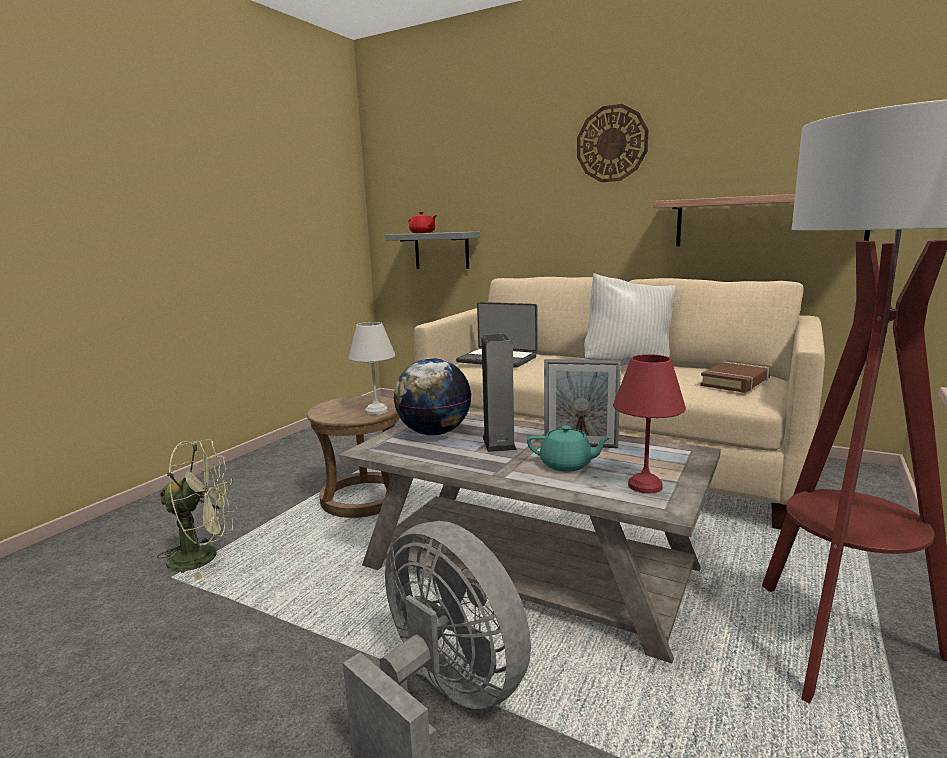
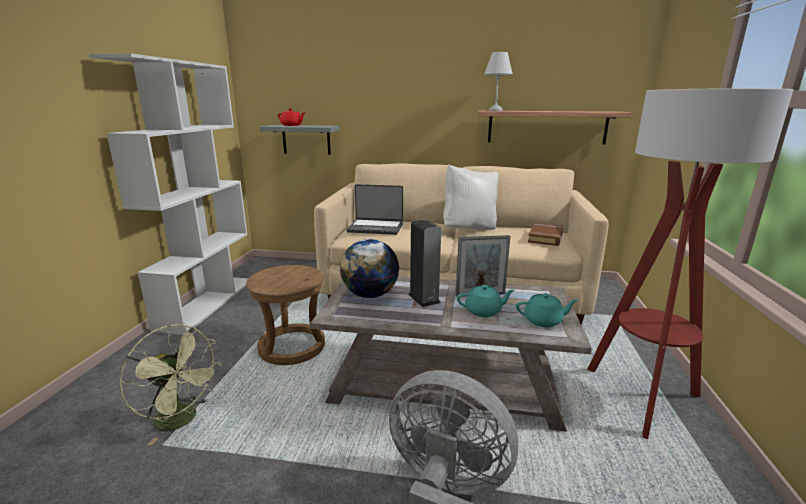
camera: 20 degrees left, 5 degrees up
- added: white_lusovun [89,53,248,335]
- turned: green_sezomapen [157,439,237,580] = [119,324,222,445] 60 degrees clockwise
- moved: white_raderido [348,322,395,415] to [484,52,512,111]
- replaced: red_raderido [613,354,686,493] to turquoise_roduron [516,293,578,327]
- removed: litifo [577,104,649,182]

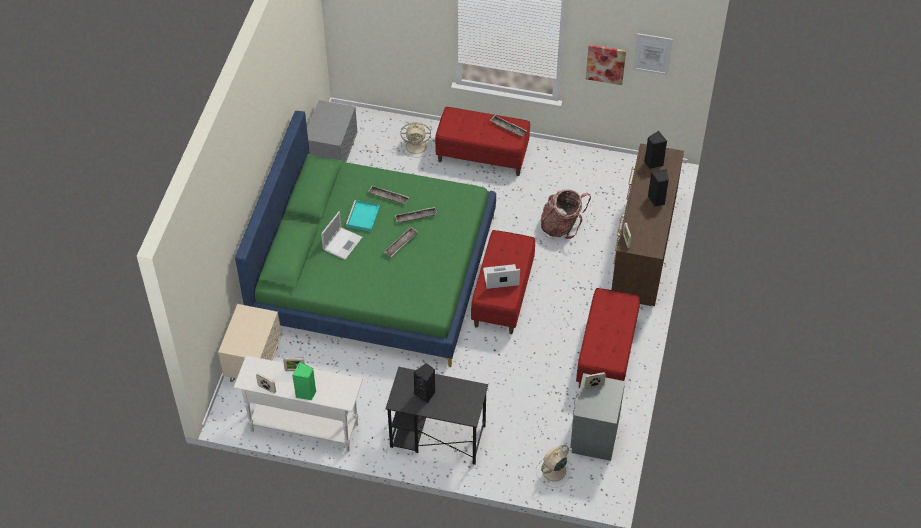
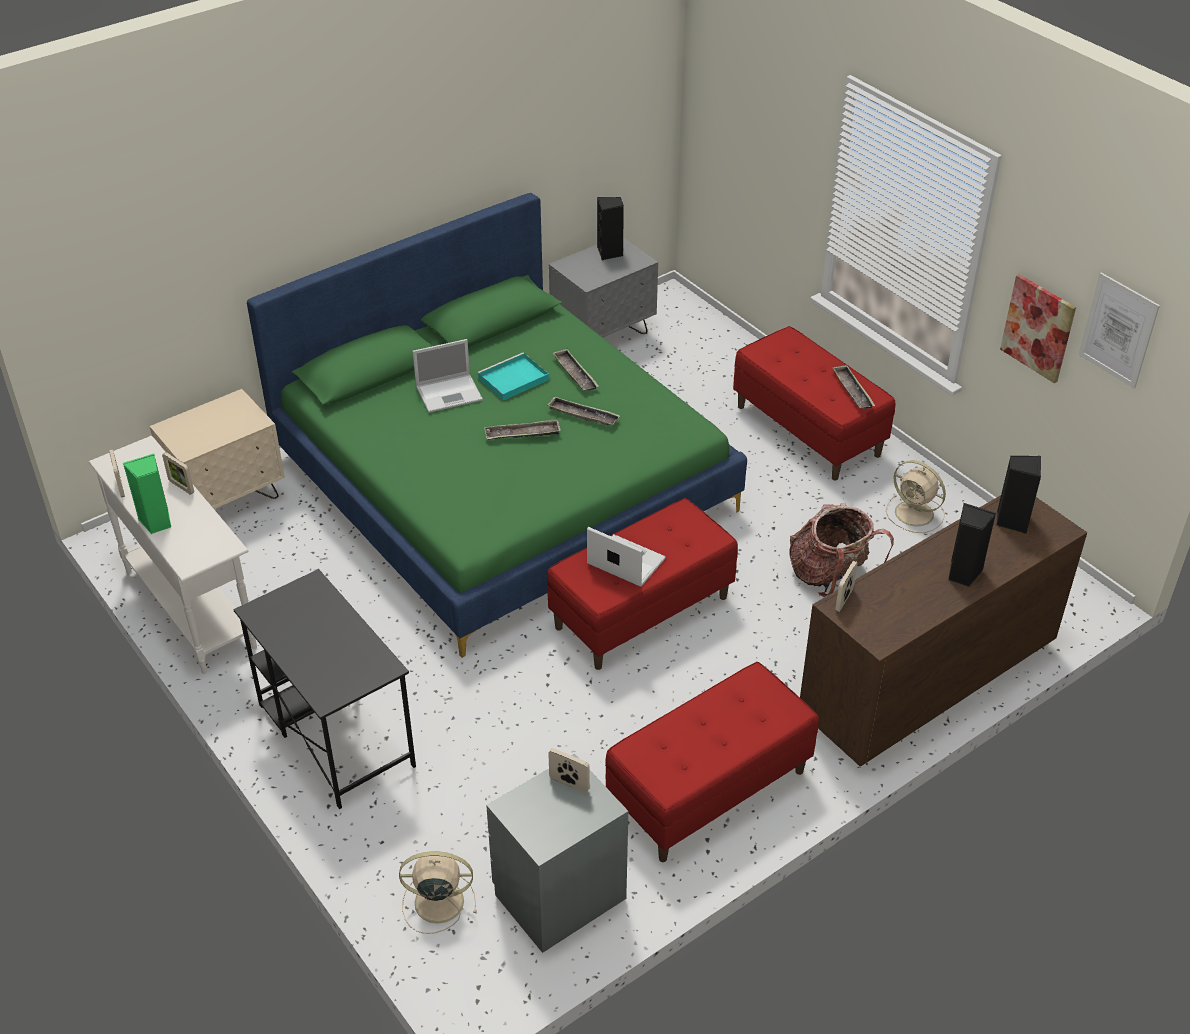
camera: 40 degrees right, 10 degrees down
- moved: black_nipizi [414,363,435,404] to [597,197,624,260]
- moved: beige_sezomapen [400,122,432,157] to [886,460,946,533]

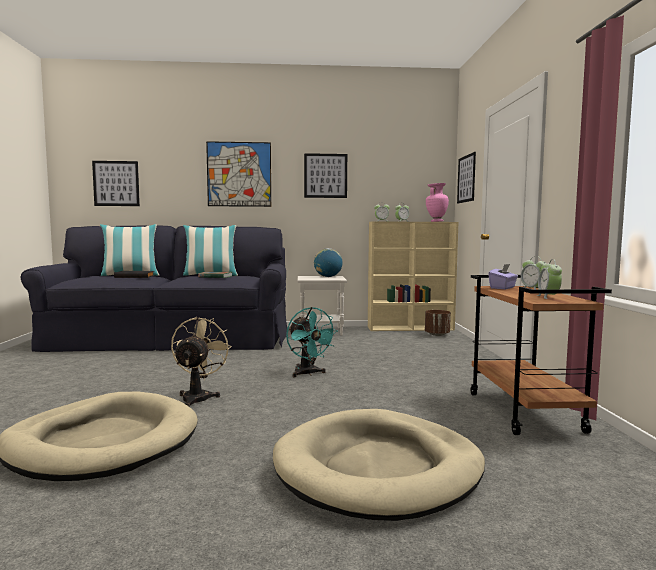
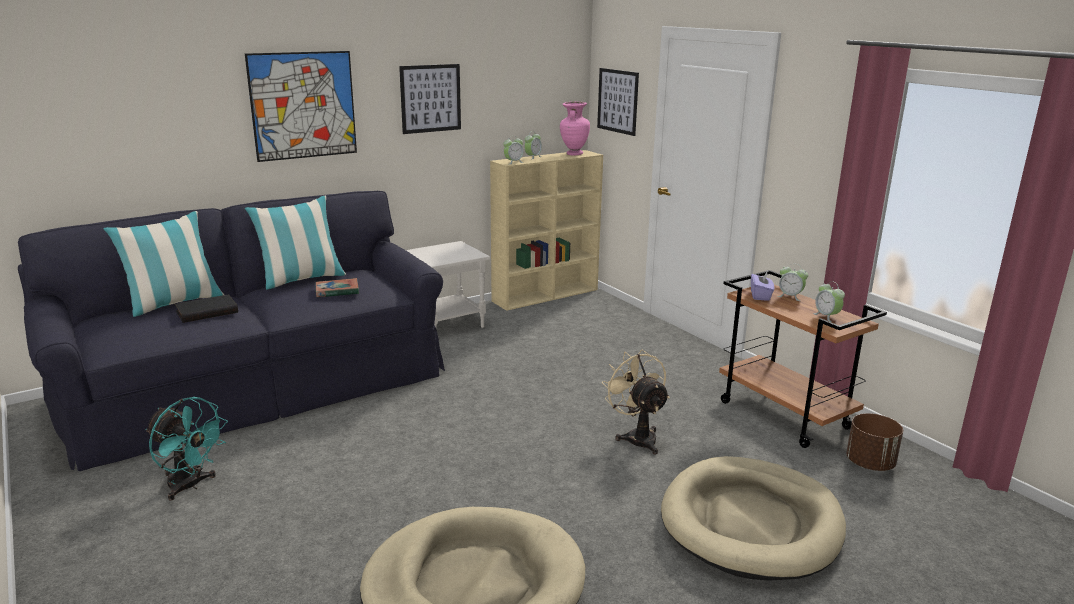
camera: 30 degrees left, 15 degrees up
- moved: turquoise_sezomapen [286,307,338,377] to [146,397,228,501]
- moved: beige_sezomapen [171,317,232,407] to [602,350,670,455]
- moved: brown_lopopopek [425,310,451,336] to [846,413,903,471]
- removed: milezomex [92,161,140,206]
- removed: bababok [314,248,343,277]

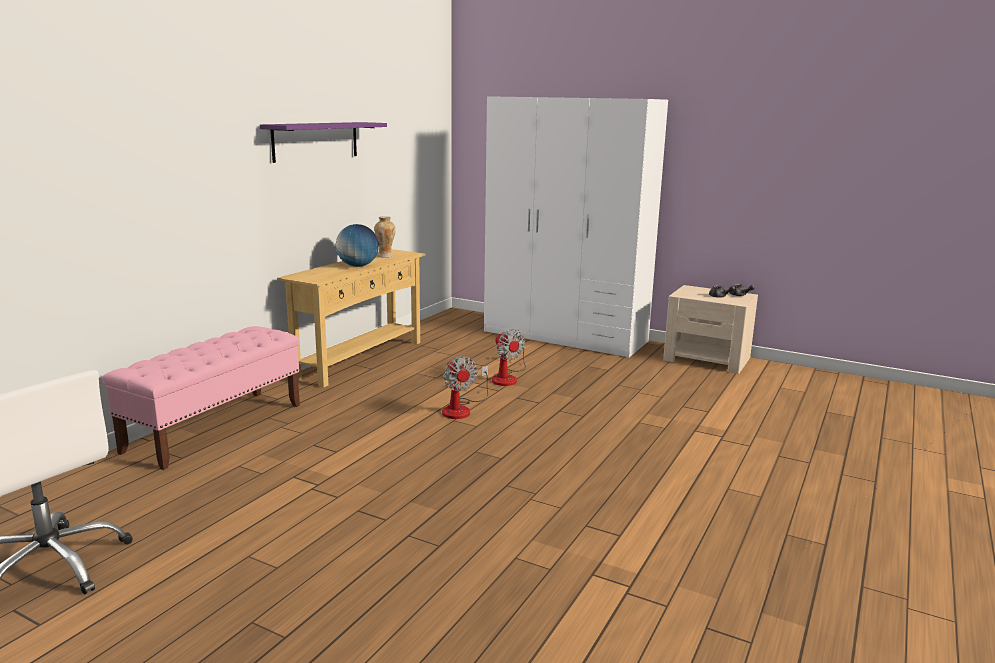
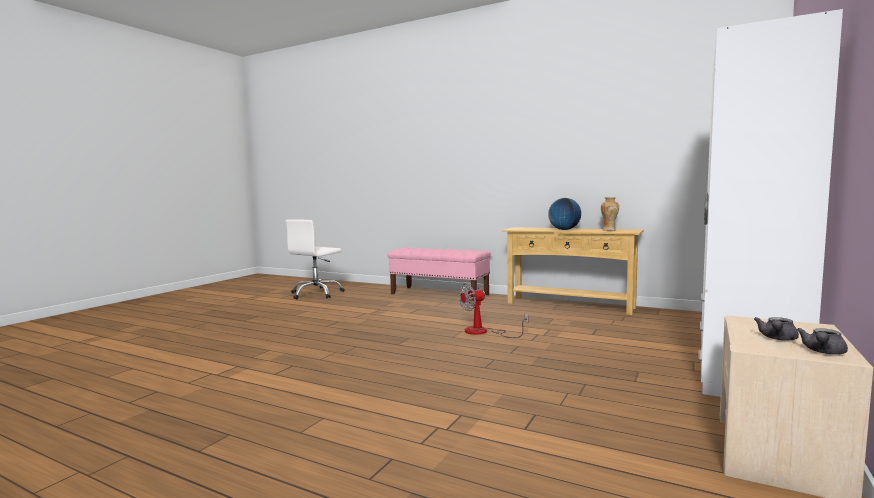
camera: 90 degrees right, 10 degrees down
- removed: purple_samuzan [260,122,387,163]
- removed: sezomapen [492,329,526,386]

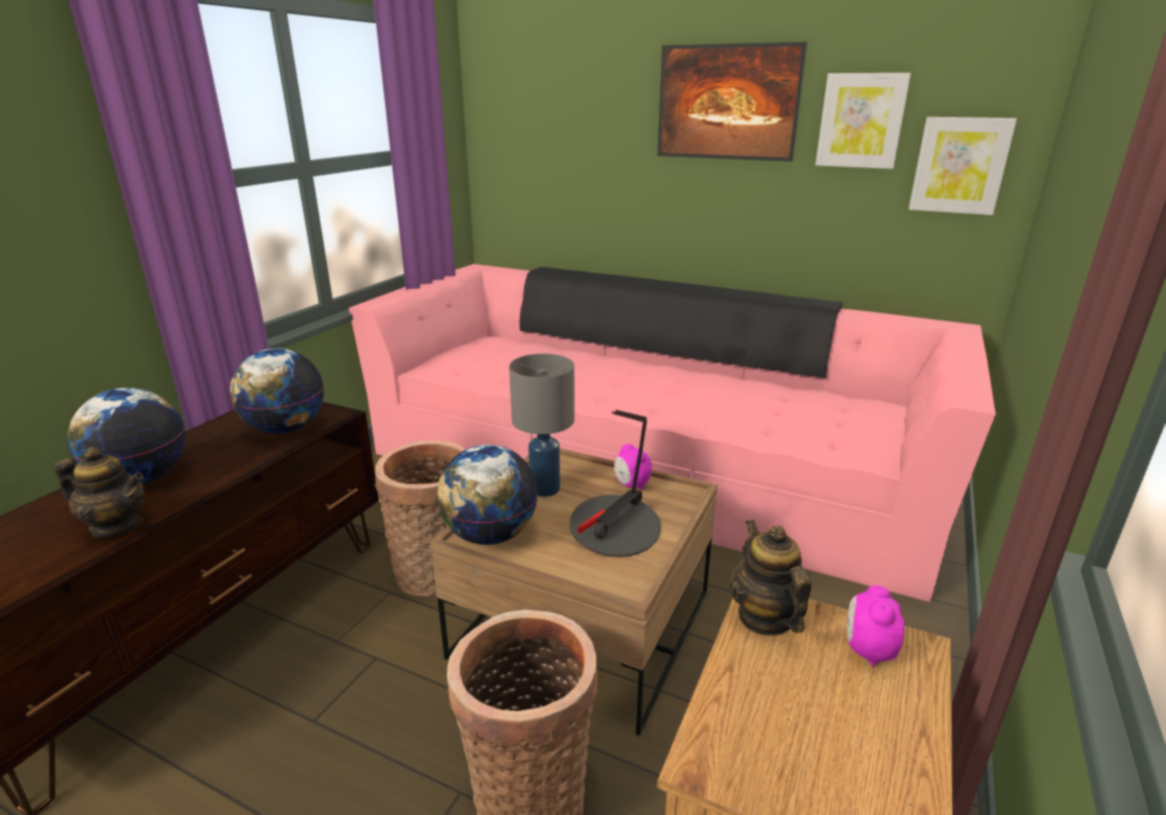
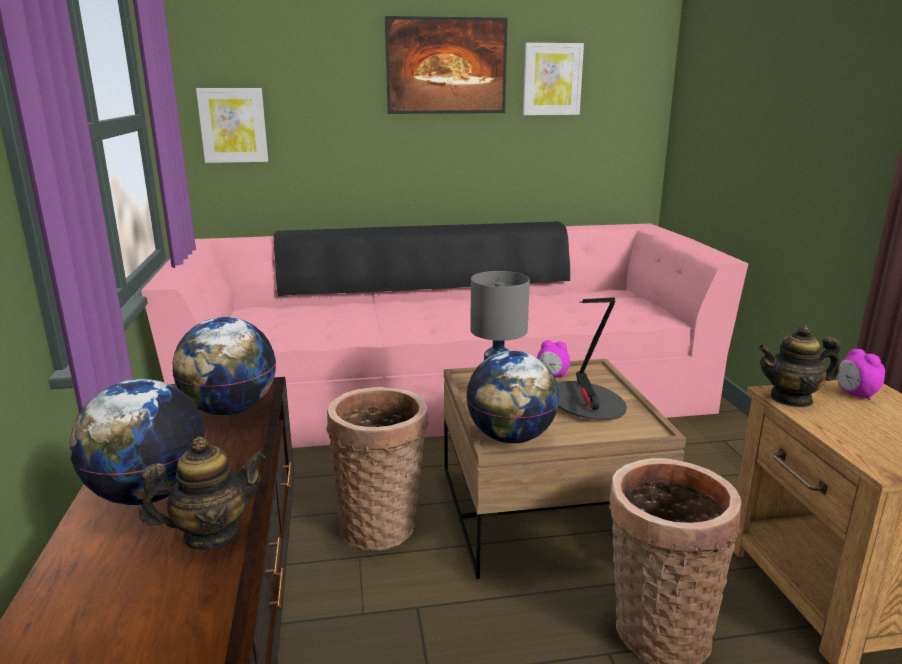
camera: 35 degrees left, 5 degrees down
- moved: milezomex [909,117,1017,215] to [196,88,268,163]
- turned: roduron [730,520,811,636] = [758,325,841,407] 45 degrees counterclockwise

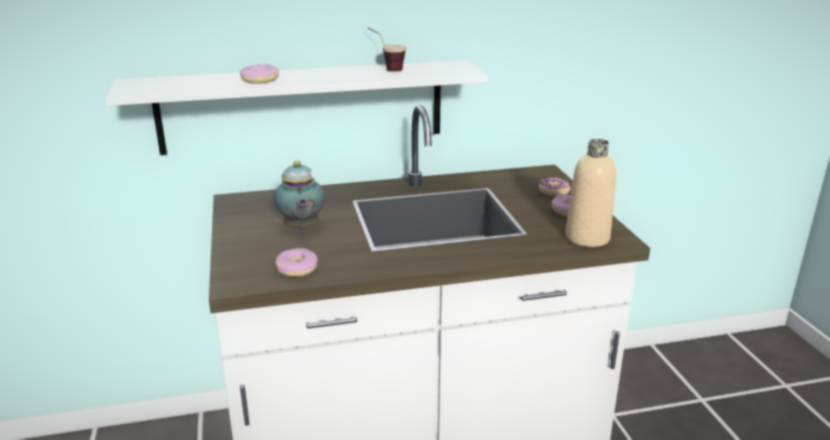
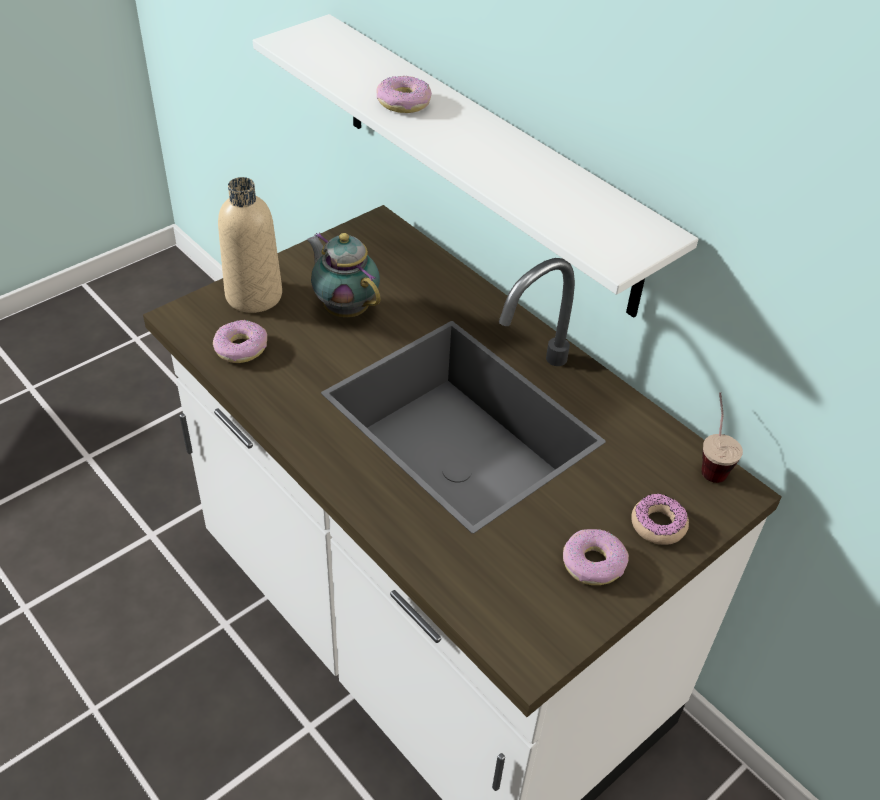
camera: 60 degrees right, 20 degrees up
- moved: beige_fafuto [566,139,616,247] to [218,177,282,313]
- turned: roduron [274,161,325,229] = [307,233,381,318] 90 degrees clockwise
- moved: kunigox [367,27,406,71] to [701,392,743,483]

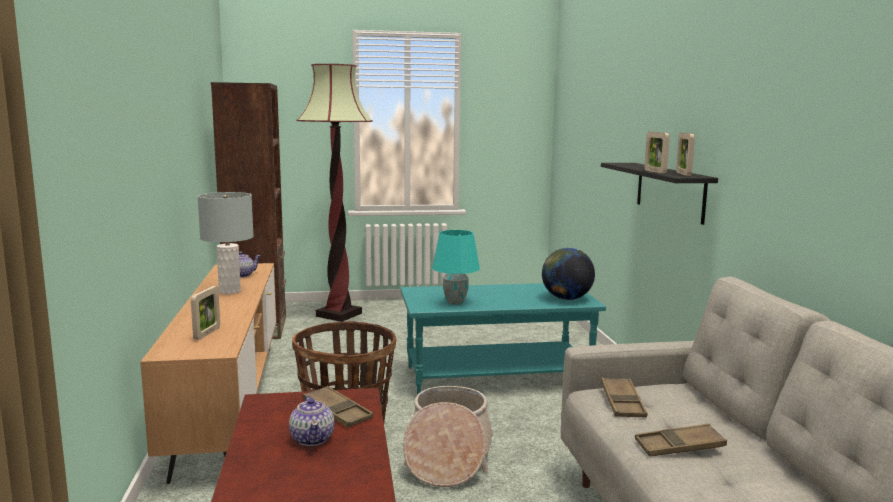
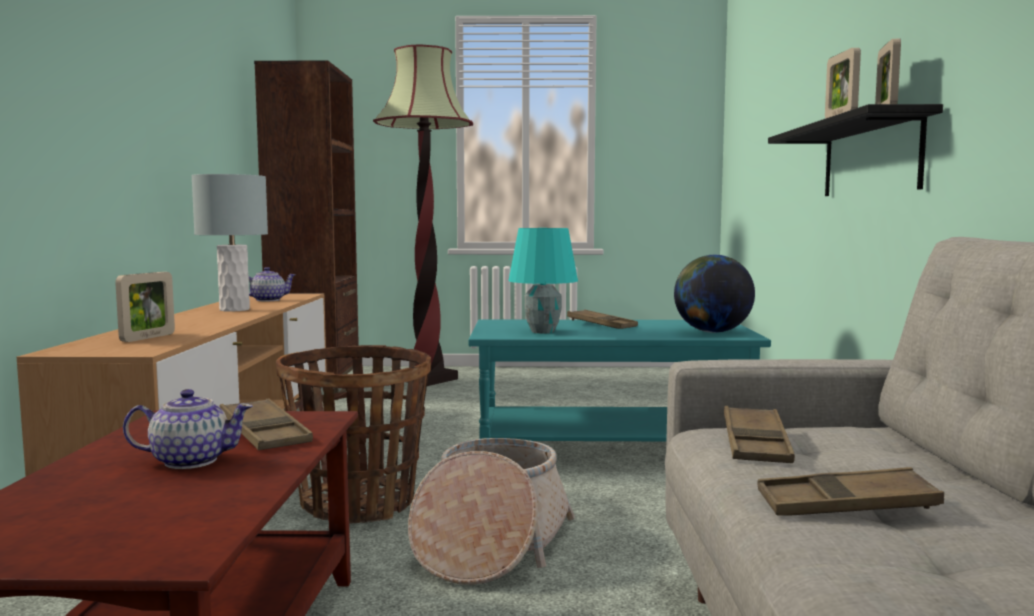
camera: 10 degrees right, 5 degrees down
- turned: roduron [289,396,334,446] = [123,389,253,469] 90 degrees counterclockwise
- added: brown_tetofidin [567,310,638,329]

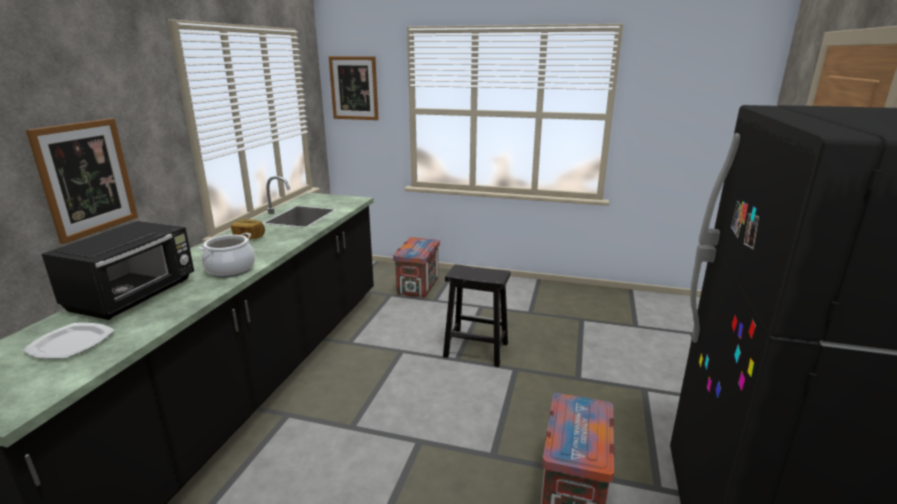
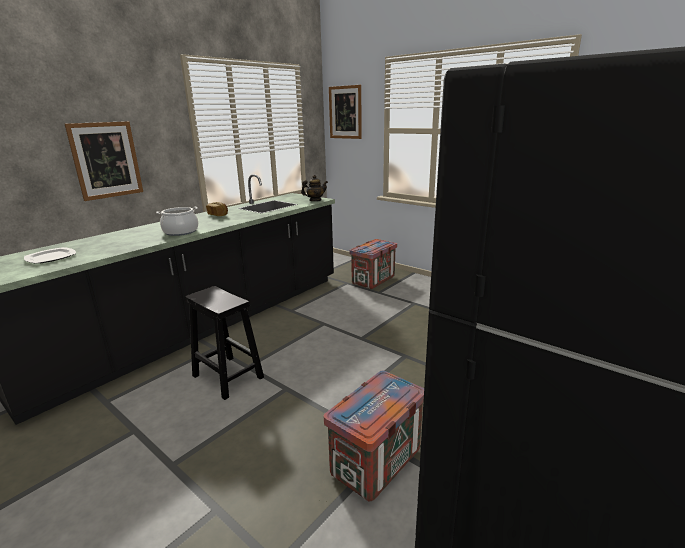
camera: 25 degrees right, 0 degrees up
- moved: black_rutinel [443,264,510,367] to [185,286,264,400]
- added: roduron [301,175,328,201]
- removed: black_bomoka [42,221,194,320]

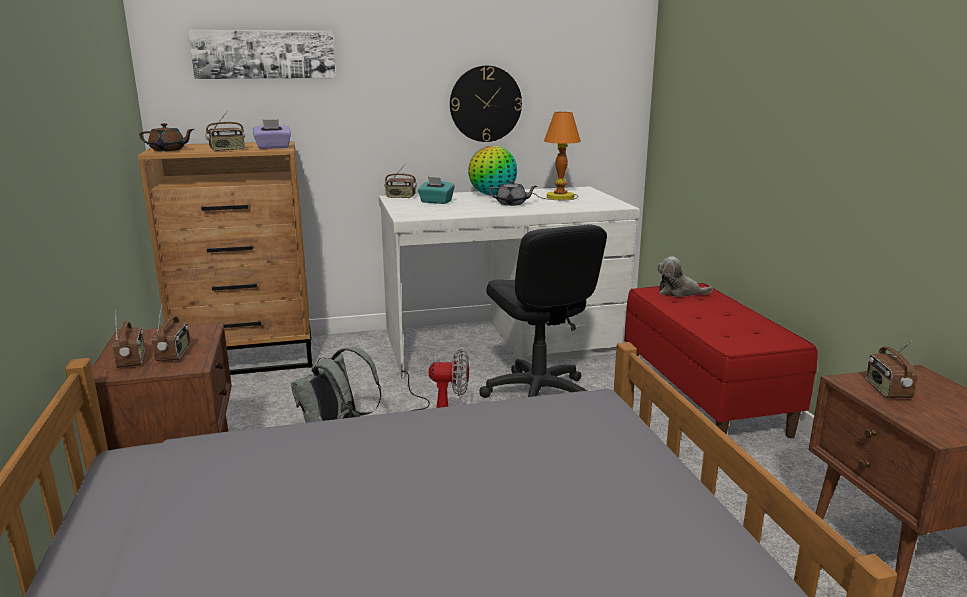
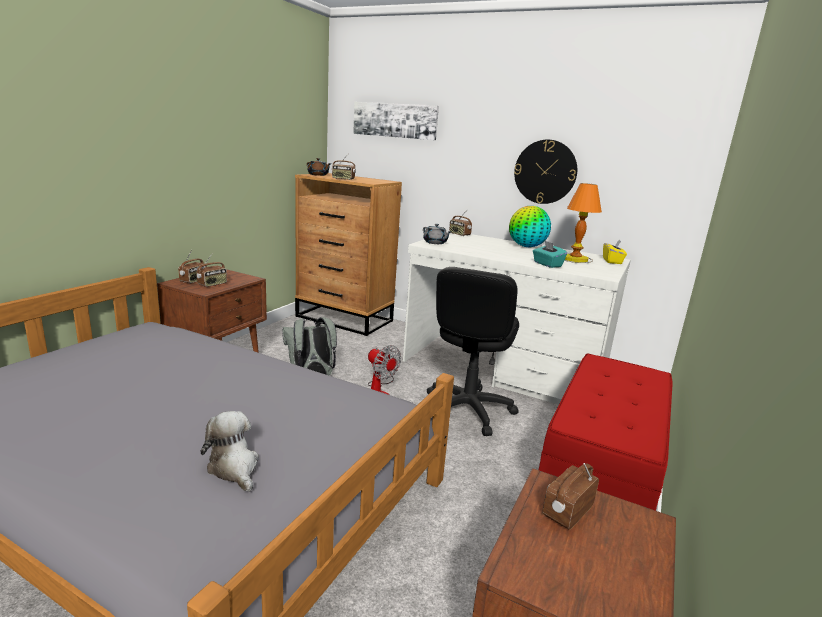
camera: 40 degrees right, 0 degrees up
- moved: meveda [657,256,713,297] to [201,411,259,492]
- moved: grey_roduron [489,180,537,206] to [423,224,451,244]
- moved: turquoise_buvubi [418,177,455,204] to [533,241,567,268]
- added: yellow_buvubi [603,240,627,264]
- removed: purple_buvubi [253,119,291,149]

